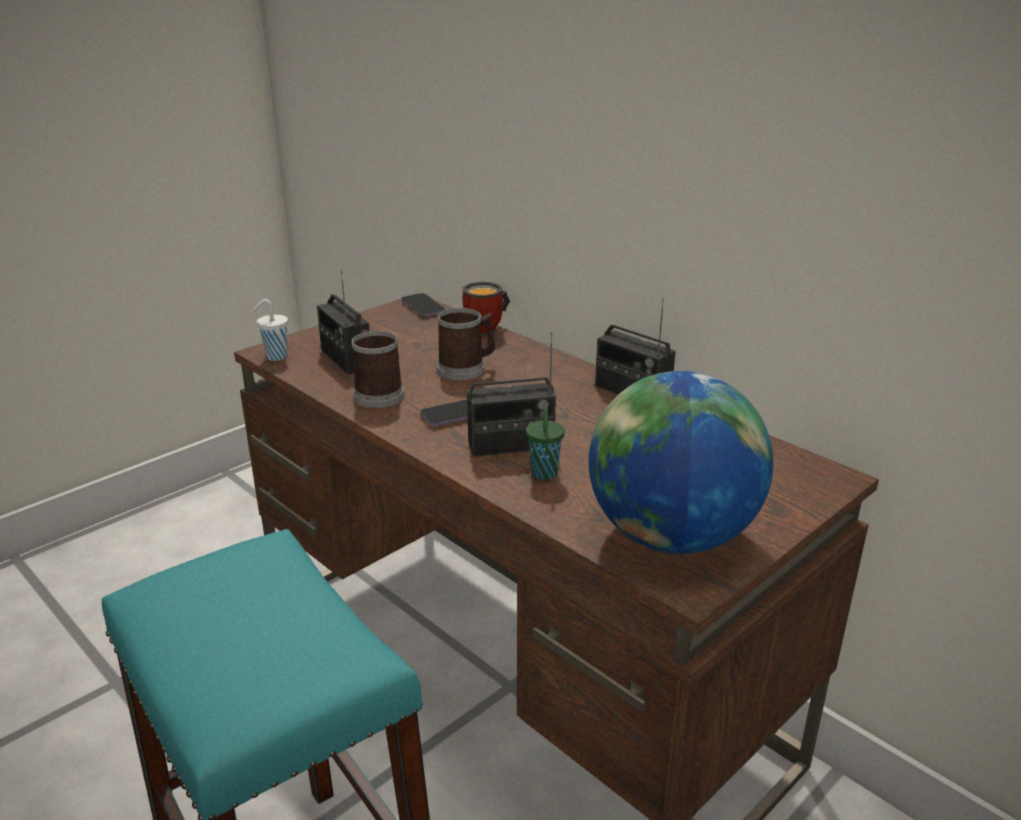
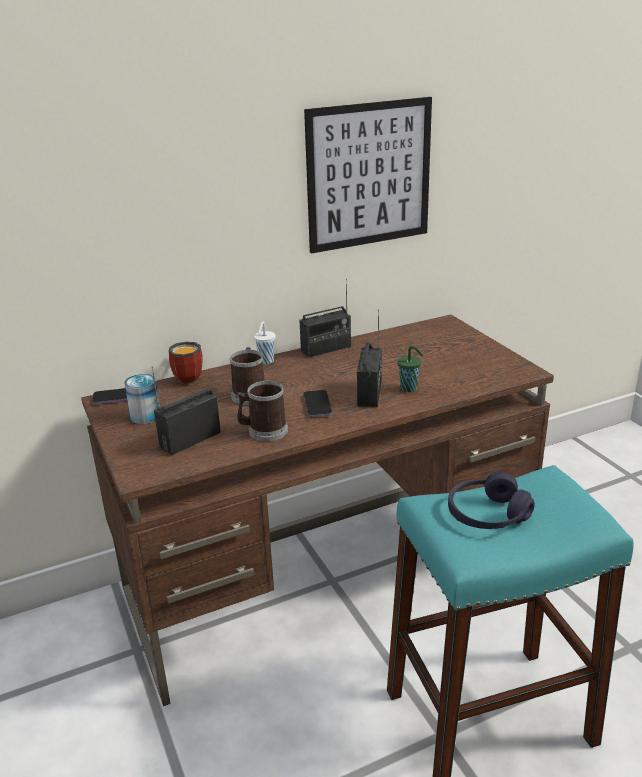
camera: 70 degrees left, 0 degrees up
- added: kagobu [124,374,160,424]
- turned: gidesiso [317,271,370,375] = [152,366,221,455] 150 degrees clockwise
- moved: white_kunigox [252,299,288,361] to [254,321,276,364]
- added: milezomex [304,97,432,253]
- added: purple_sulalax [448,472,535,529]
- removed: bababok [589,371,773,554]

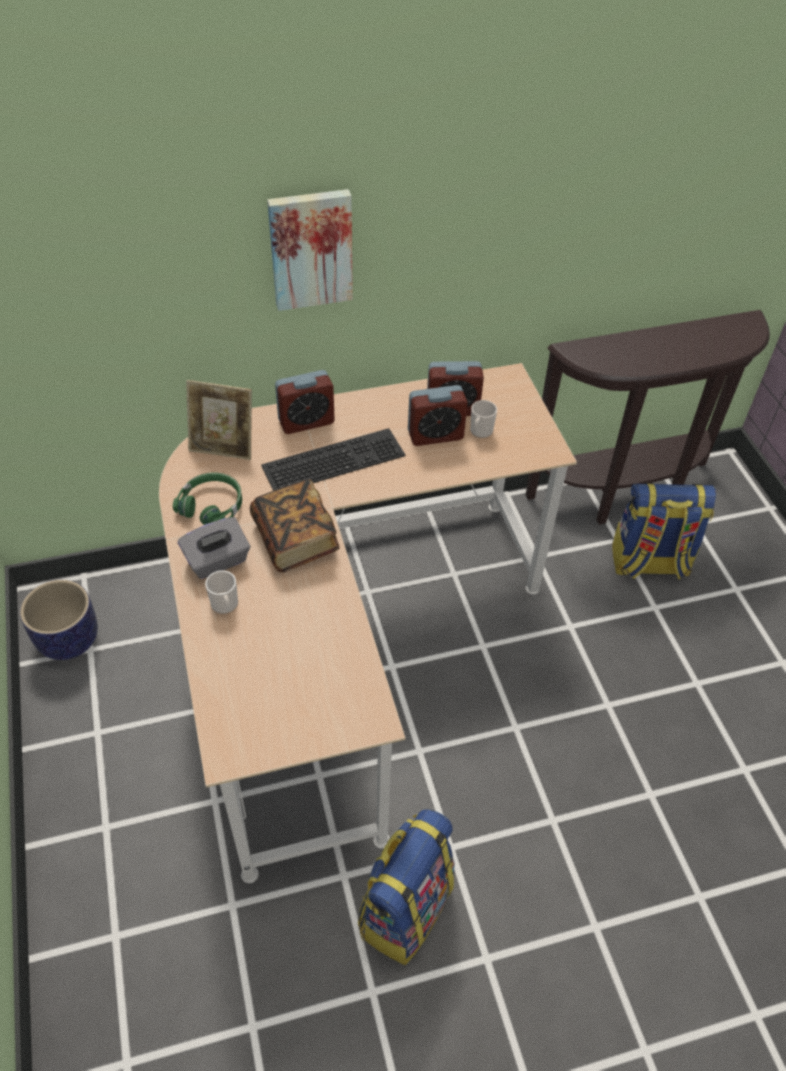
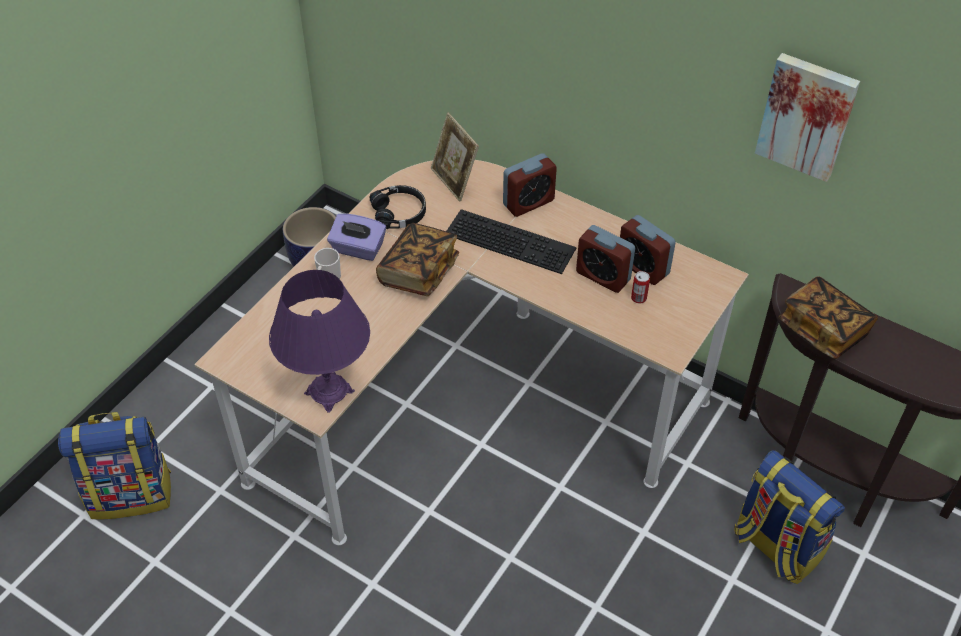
camera: 50 degrees right, 0 degrees up
- moved: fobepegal [358,809,455,965] to [58,412,171,519]
- added: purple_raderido [269,270,370,413]
- recoloured: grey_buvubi [178,517,250,579] to purple_buvubi [327,213,386,261]
- recoloured: green_sulalax [173,472,242,525] to black_sulalax [369,185,426,229]
- turned: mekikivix [275,370,335,434] = [503,153,557,217] 60 degrees counterclockwise
- replaced: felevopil [470,400,497,438] to kagobu [631,271,650,304]
- moved: milezomex [267,189,353,311] to [755,53,860,182]
- added: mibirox [779,277,878,359]

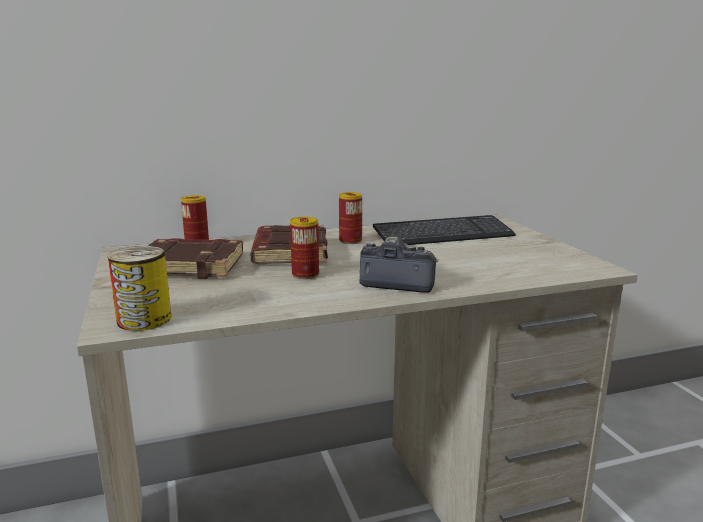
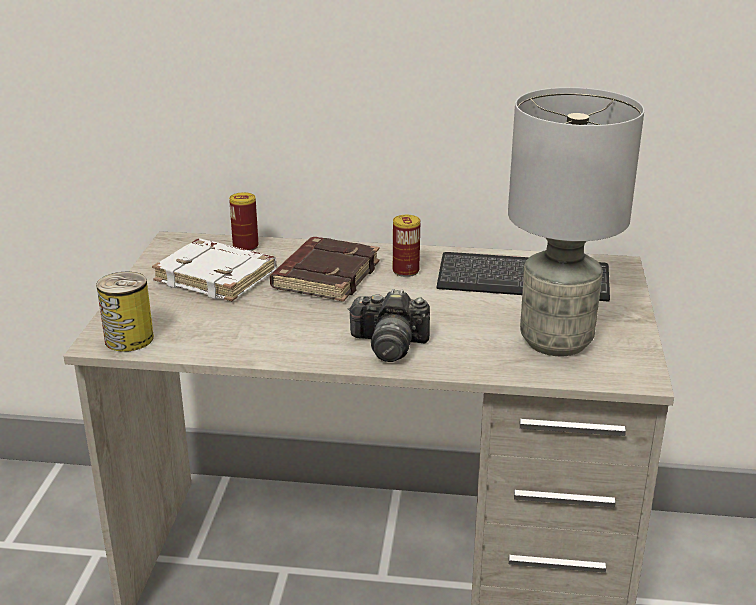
camera: 25 degrees right, 10 degrees up
- recoloured: brown_mibirox [148,238,243,279] to white_mibirox [152,239,277,301]
- turned: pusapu [360,237,439,293] = [347,289,430,362] 150 degrees clockwise
- added: grey_raderido [508,87,645,356]
- removed: kagobu [290,217,319,279]

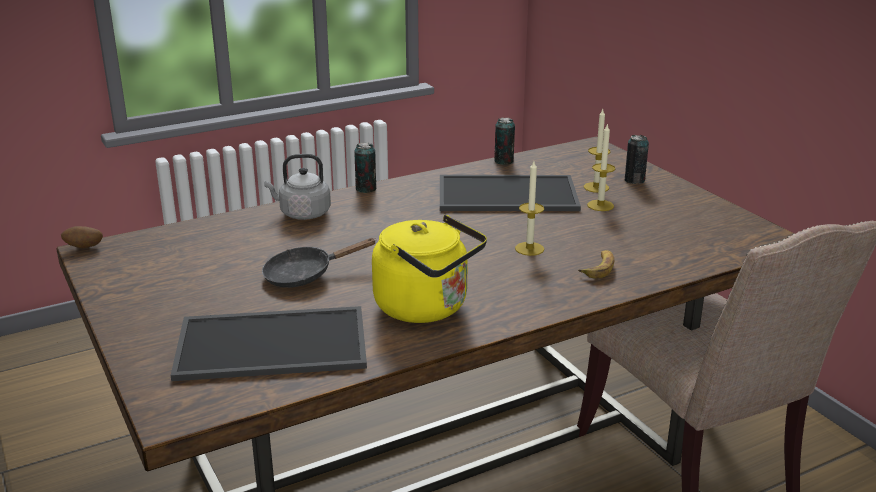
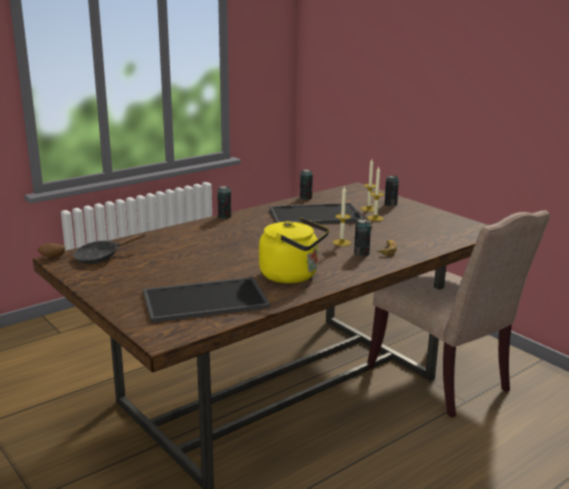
camera: 10 degrees left, 5 degrees down
- moved: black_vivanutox [262,238,377,288] to [73,233,146,264]
- added: kagobu [354,219,371,256]
- removed: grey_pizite [264,154,331,220]

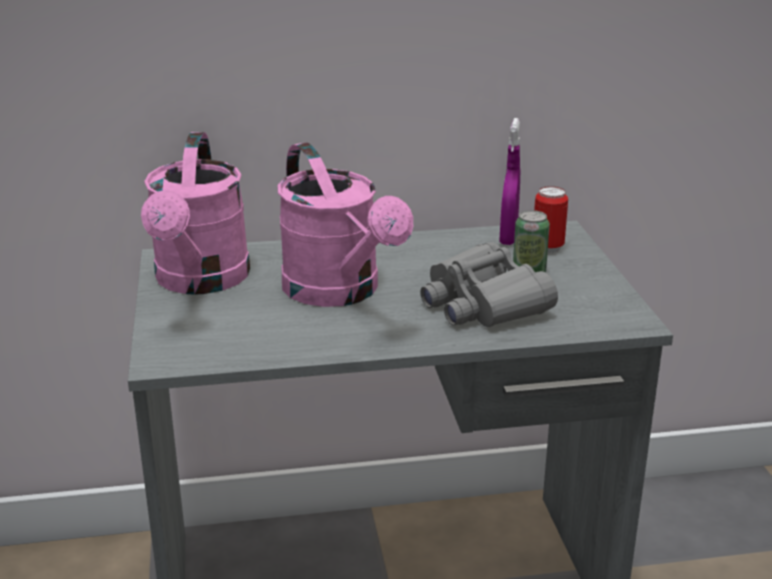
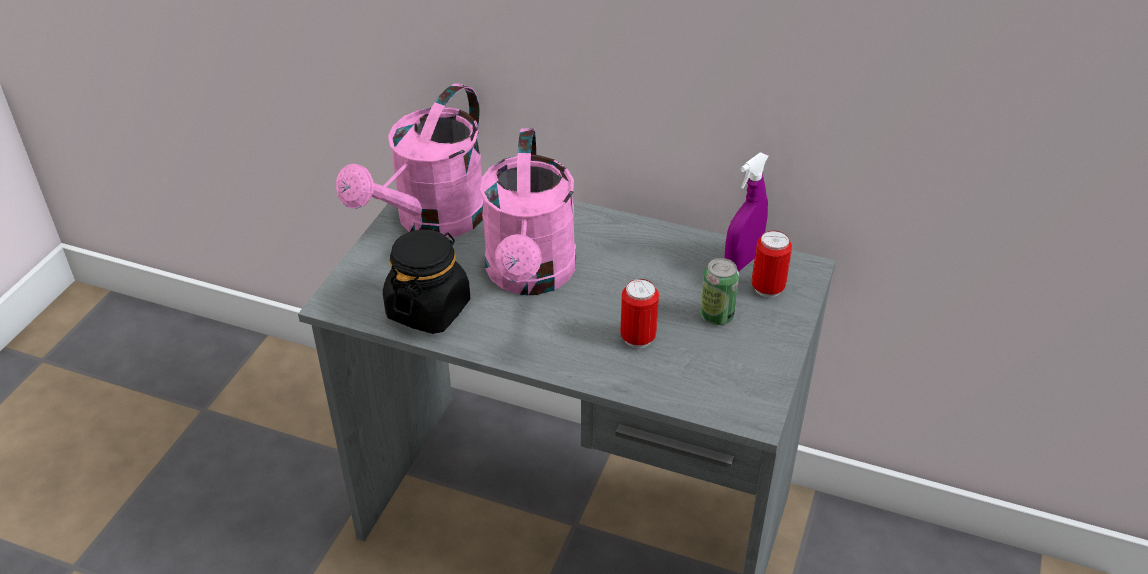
camera: 30 degrees right, 15 degrees up
- added: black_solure [383,228,470,334]
- replaced: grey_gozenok [420,242,558,327] to kagobu [620,279,659,348]

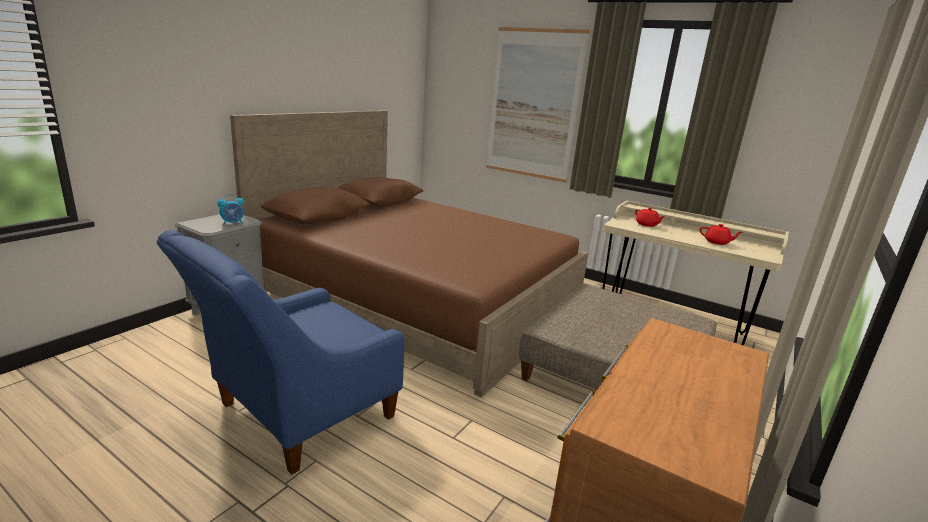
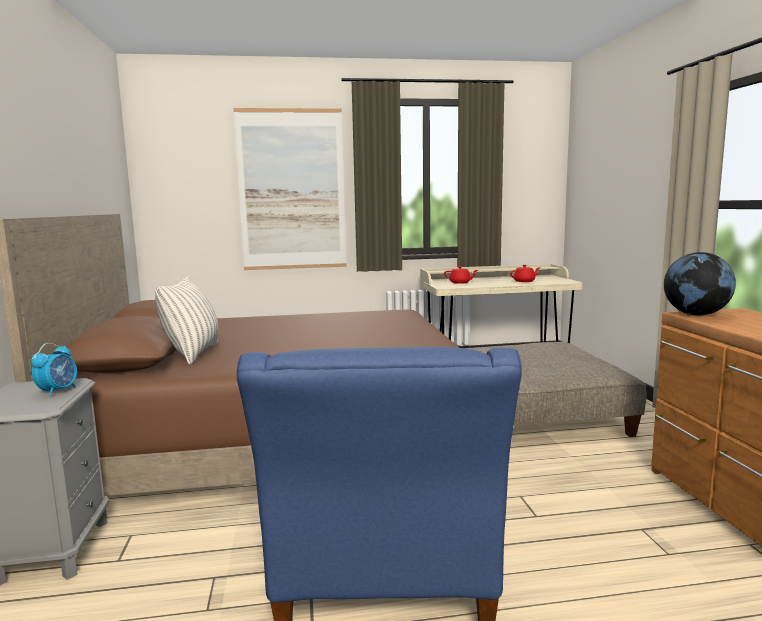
camera: 40 degrees left, 10 degrees down
- added: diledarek [155,276,218,365]
- added: bababok [664,252,736,316]

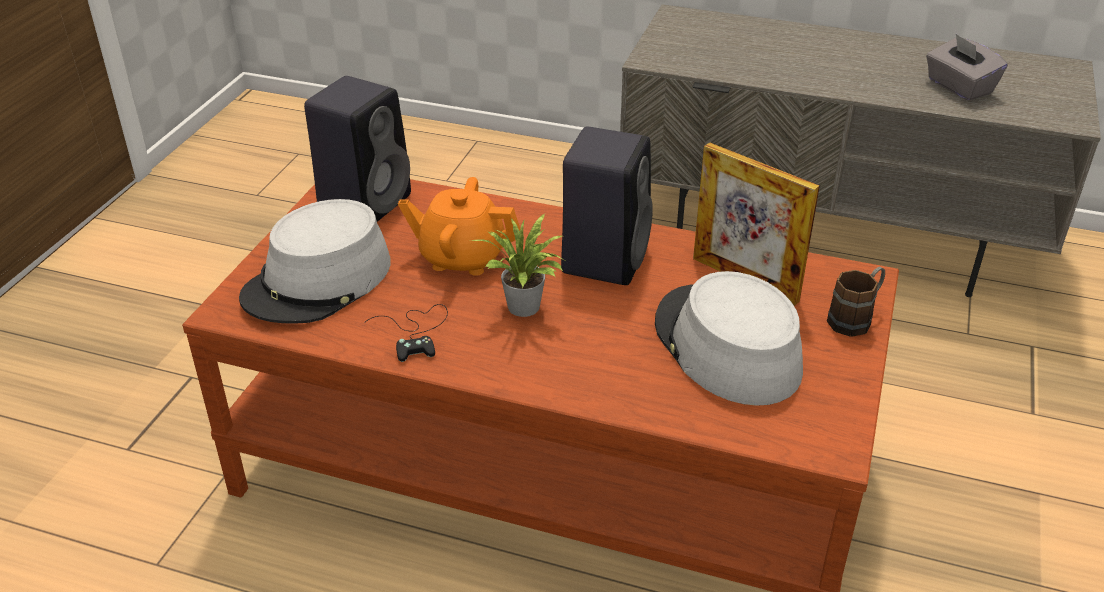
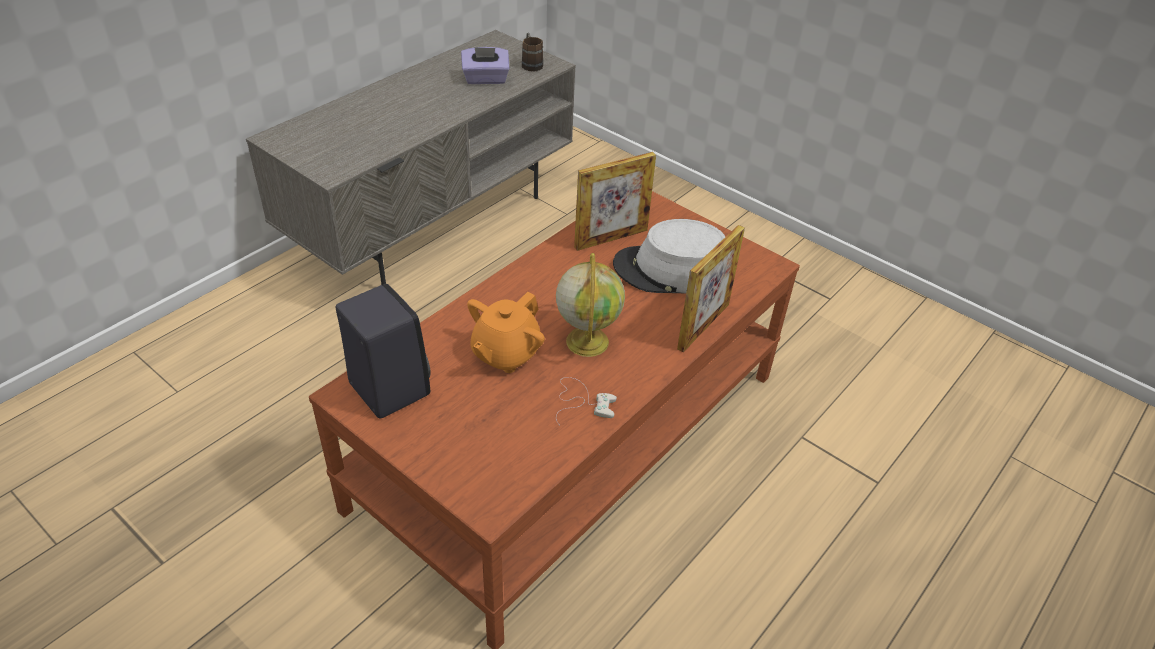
camera: 70 degrees left, 5 degrees up
- recoloured: grey_buvubi [926,34,1008,101] to purple_buvubi [461,47,510,84]
- moved: brown_felevopil [827,267,885,337] to [522,33,543,71]
- replaced: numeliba [472,214,565,317] to bababok [556,253,625,357]
- recoloured: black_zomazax [364,304,448,362] to white_zomazax [556,377,617,424]
- added: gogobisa [677,225,745,352]
- removed: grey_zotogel [239,199,391,324]
- removed: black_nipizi [561,126,653,285]

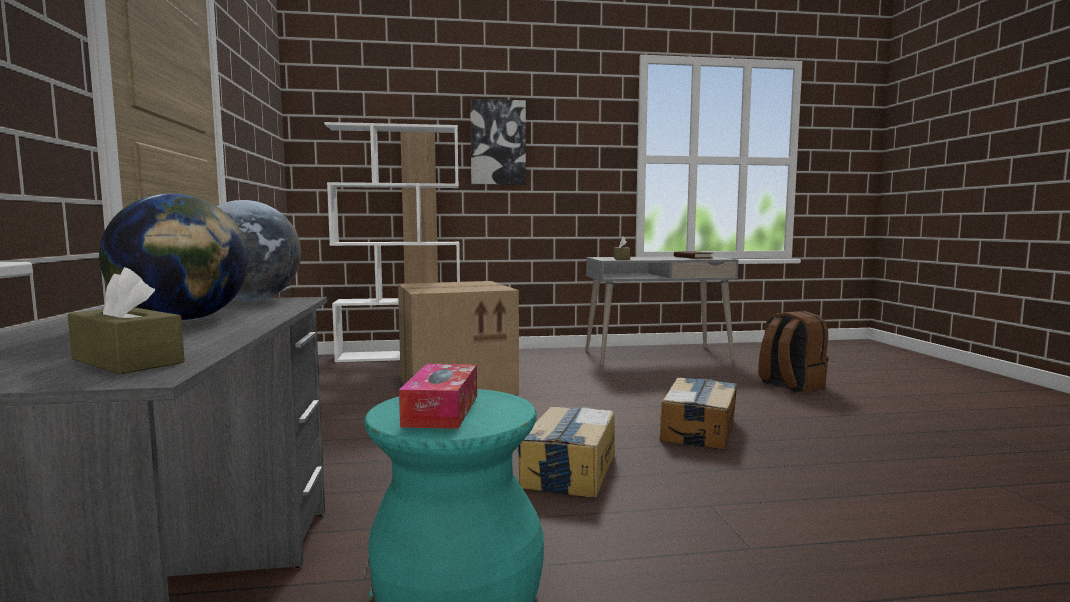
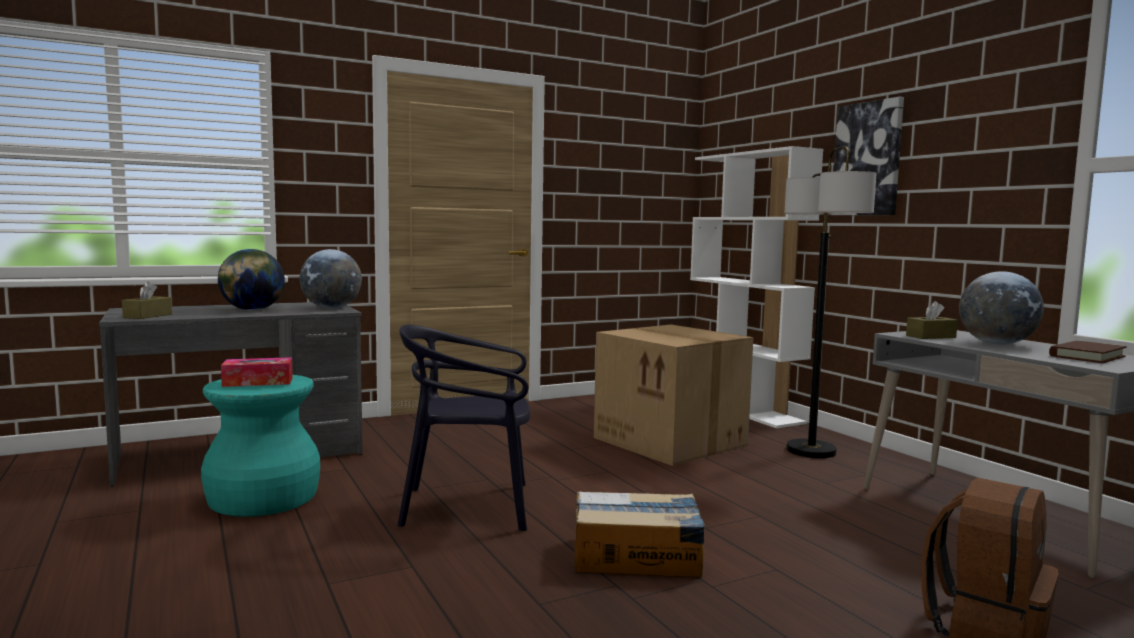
camera: 70 degrees right, 0 degrees up
- replaced: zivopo [518,407,615,497] to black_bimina [398,325,530,531]
- added: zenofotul [785,146,877,458]
- added: bababok [959,271,1044,345]

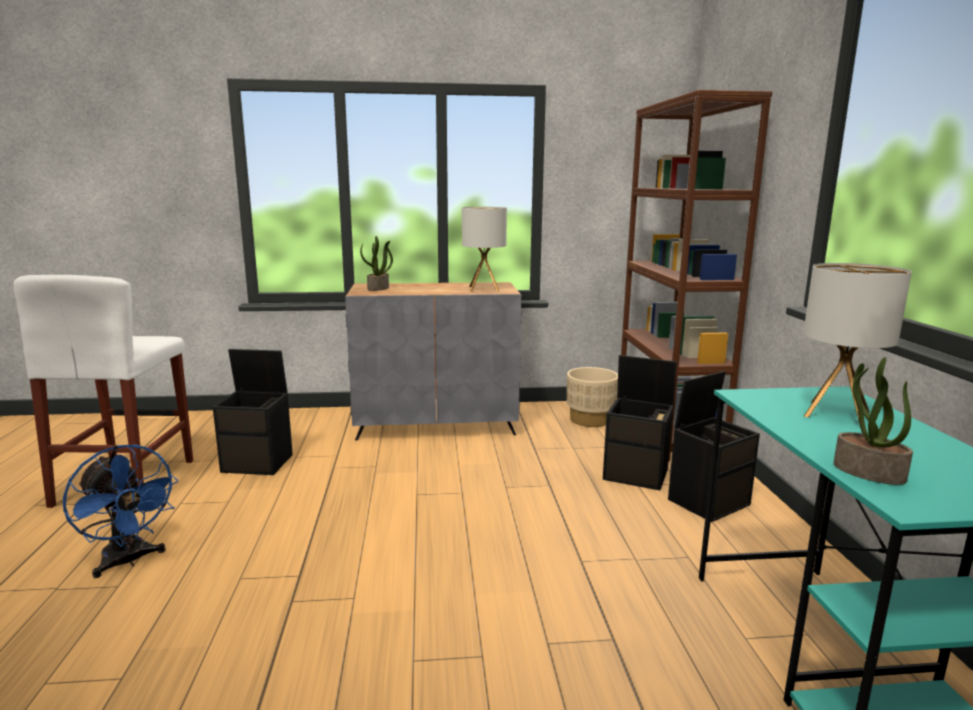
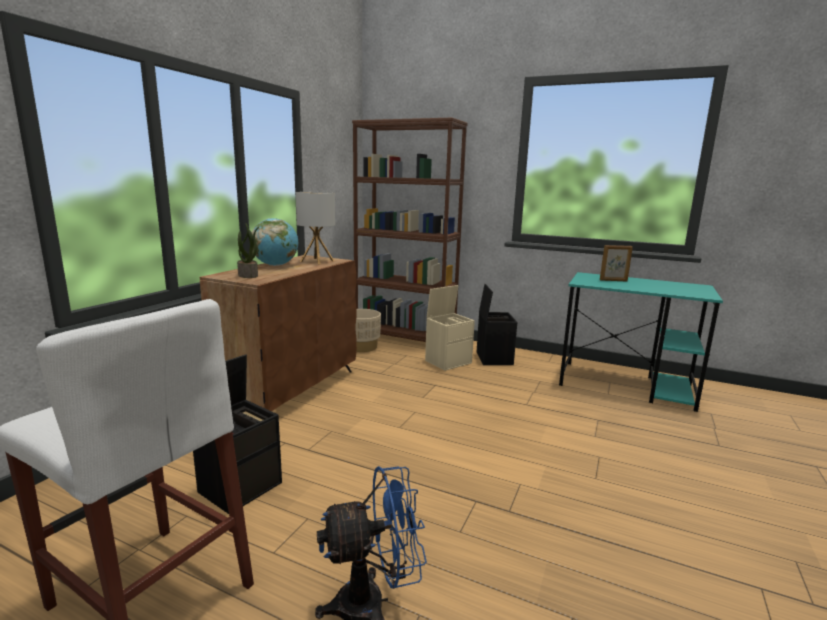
camera: 60 degrees left, 0 degrees up
- recoloured: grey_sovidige [345,282,521,440] to brown_sovidige [199,255,357,411]
- added: bababok [252,218,298,266]
- recoloured: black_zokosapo [603,355,677,490] to beige_zokosapo [425,285,475,371]
- replaced: raderido [803,263,912,427] to gogobisa [600,245,633,281]
- removed: numeliba [833,357,913,485]

